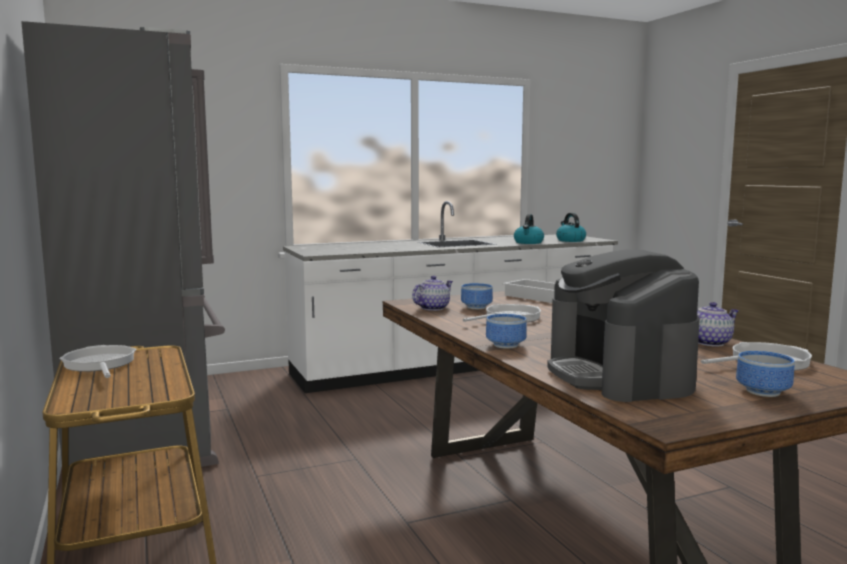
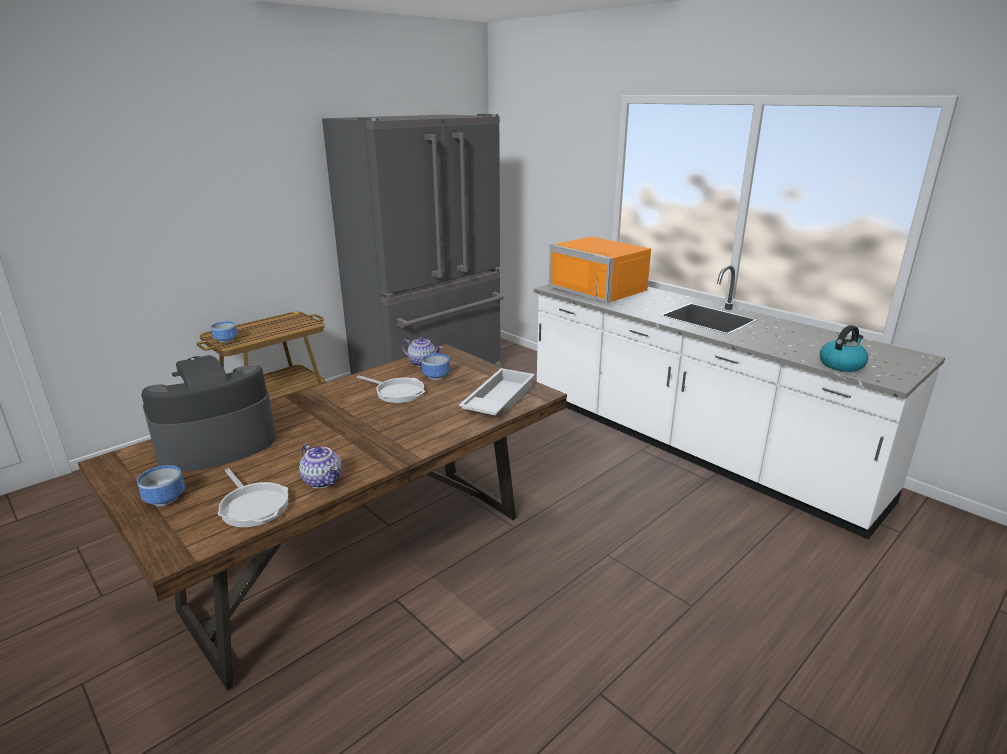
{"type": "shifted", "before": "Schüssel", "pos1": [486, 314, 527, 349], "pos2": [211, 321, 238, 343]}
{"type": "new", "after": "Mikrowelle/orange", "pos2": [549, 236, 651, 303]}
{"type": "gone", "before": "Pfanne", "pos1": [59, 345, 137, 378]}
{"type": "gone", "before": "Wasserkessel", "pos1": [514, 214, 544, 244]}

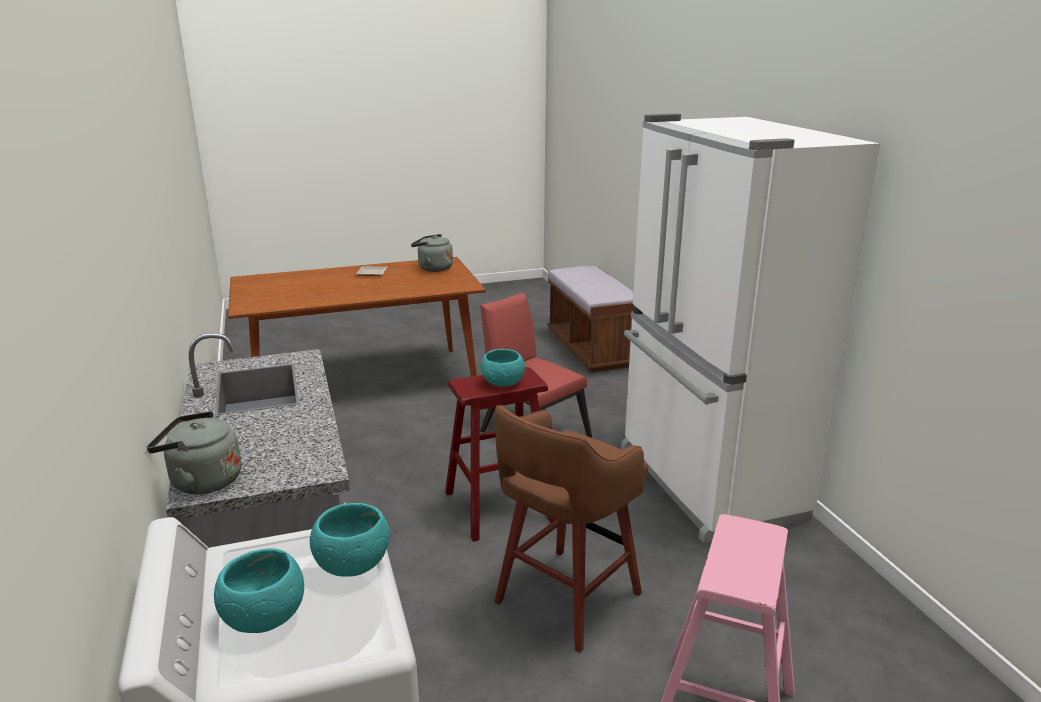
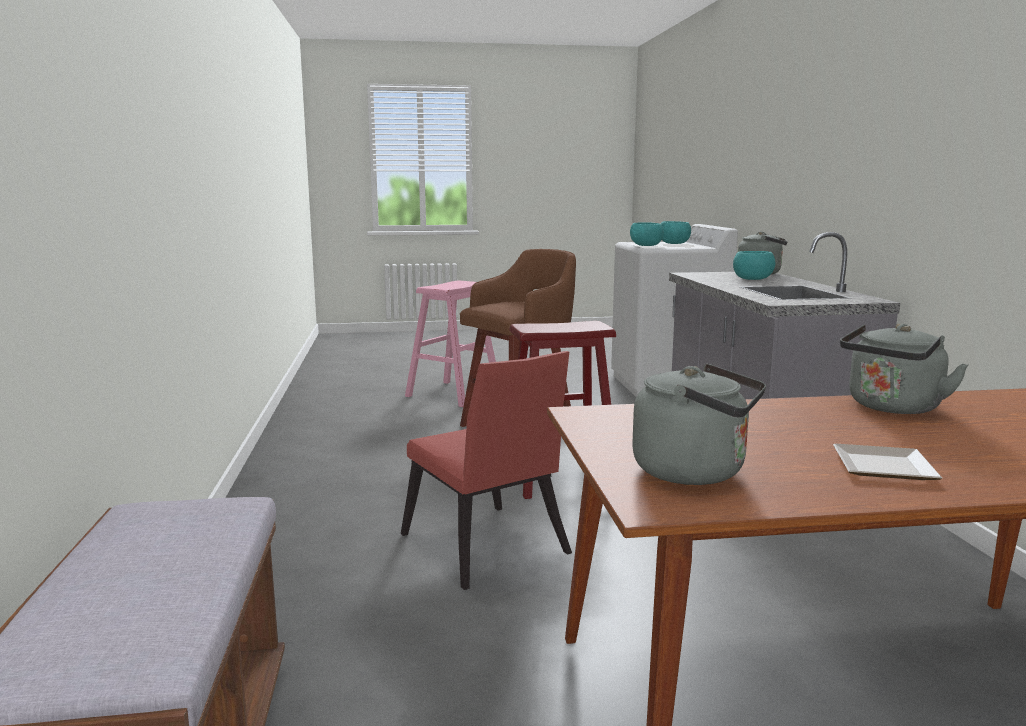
{"type": "shifted", "before": "Schüssel/türkis", "pos1": [481, 349, 525, 387], "pos2": [733, 251, 775, 280]}
{"type": "new", "after": "Wasserkessel/grau", "pos2": [840, 324, 968, 414]}
{"type": "gone", "before": "Kühlschrank/weiß", "pos1": [621, 113, 880, 543]}

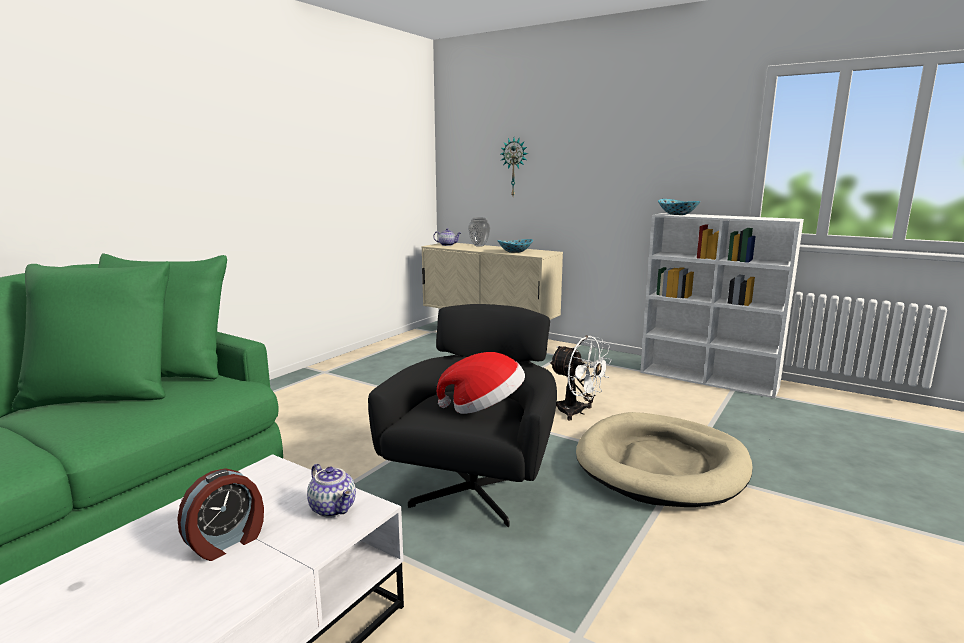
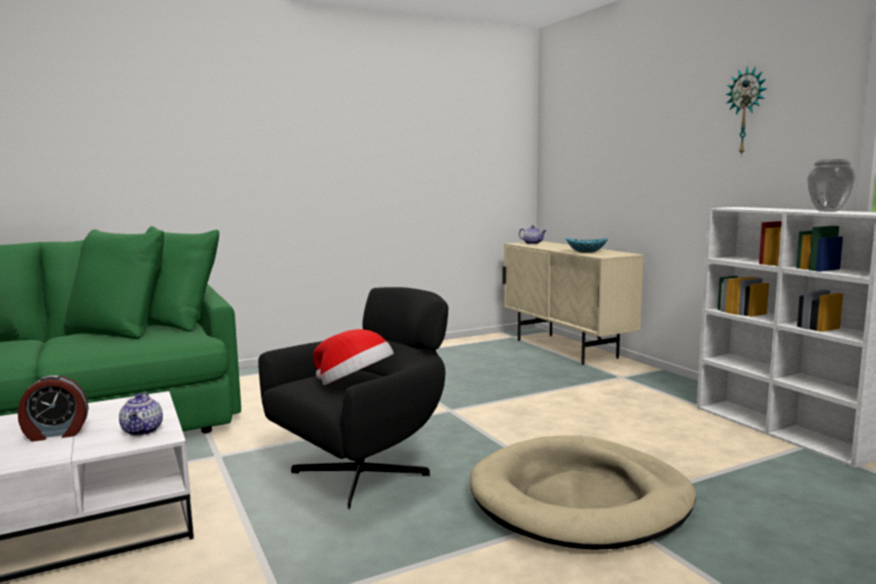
{"type": "shifted", "before": "Wanduhr", "pos1": [501, 137, 528, 196], "pos2": [725, 66, 767, 156]}
{"type": "shifted", "before": "Vase", "pos1": [468, 218, 490, 247], "pos2": [807, 159, 855, 212]}
{"type": "gone", "before": "Ventilator/weiß", "pos1": [549, 336, 612, 420]}
{"type": "gone", "before": "Schüssel", "pos1": [658, 199, 700, 215]}

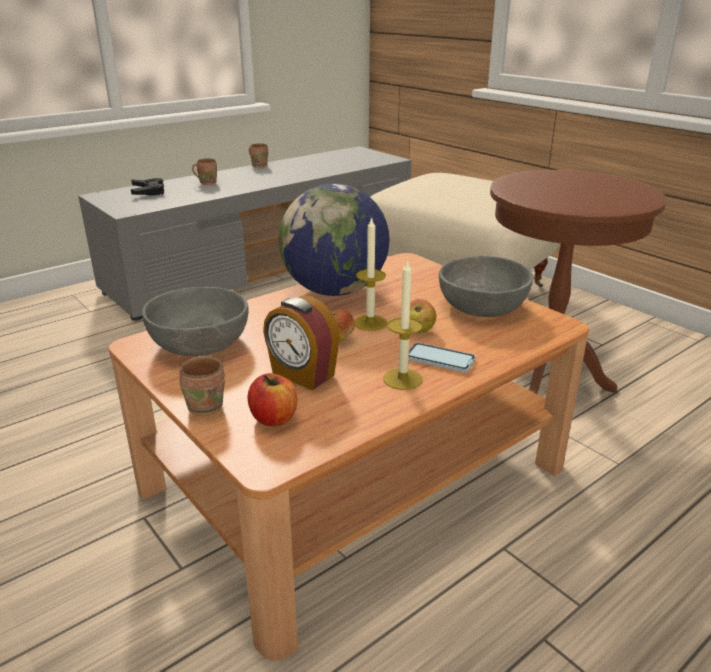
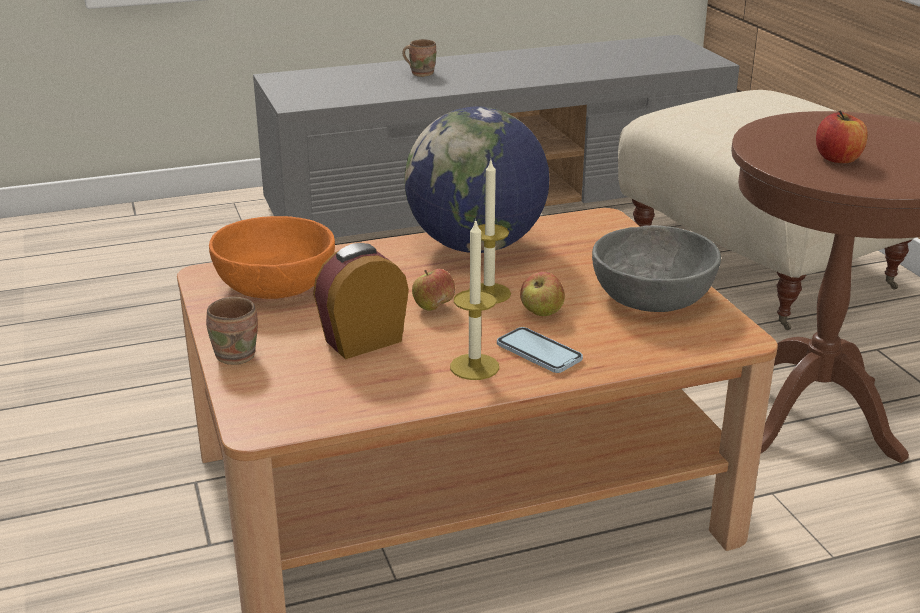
{"type": "repainted", "before": "Schüssel/grau", "after": "Schüssel/orange", "pos1": [142, 287, 248, 356], "pos2": [209, 216, 335, 299]}
{"type": "rotated", "before": "Wecker", "pos1": [263, 296, 340, 390], "pos2": [313, 243, 409, 359], "turn": 90}
{"type": "shifted", "before": "Apfel", "pos1": [247, 373, 297, 426], "pos2": [816, 111, 868, 163]}
{"type": "gone", "before": "Gamepad/schwarz", "pos1": [131, 178, 164, 196]}
{"type": "gone", "before": "Henkelbecher/braun", "pos1": [249, 143, 268, 168]}

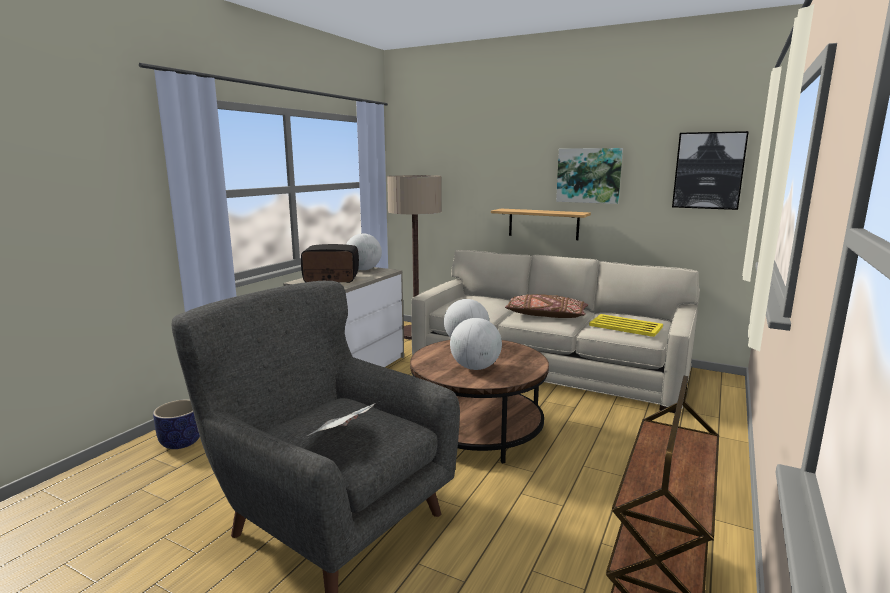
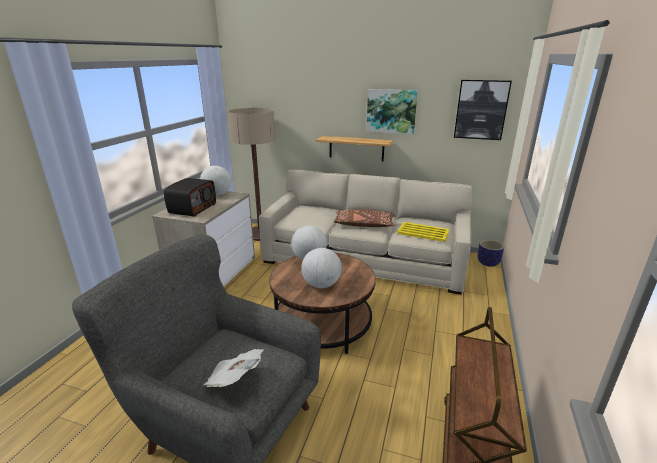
{"type": "rotated", "before": "Radio", "pos1": [301, 244, 359, 283], "pos2": [164, 178, 216, 217], "turn": 120}
{"type": "shifted", "before": "Pflanzkübel", "pos1": [153, 399, 200, 449], "pos2": [477, 240, 504, 267]}

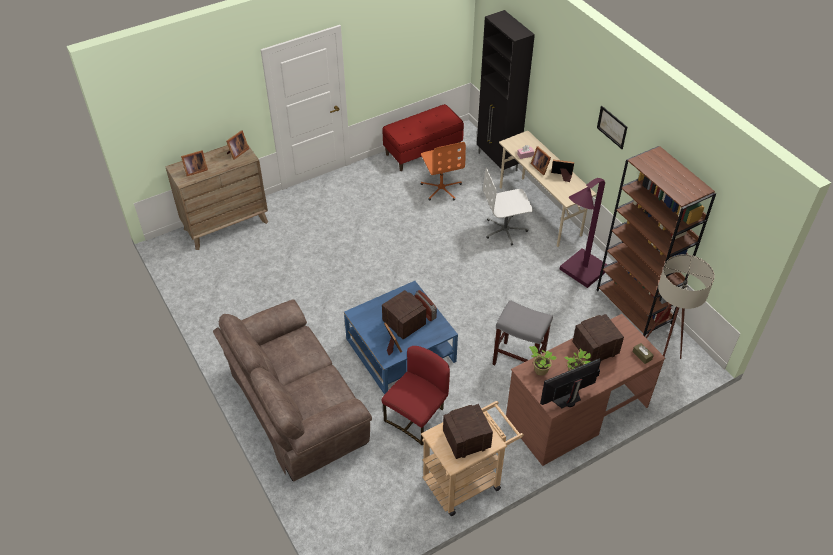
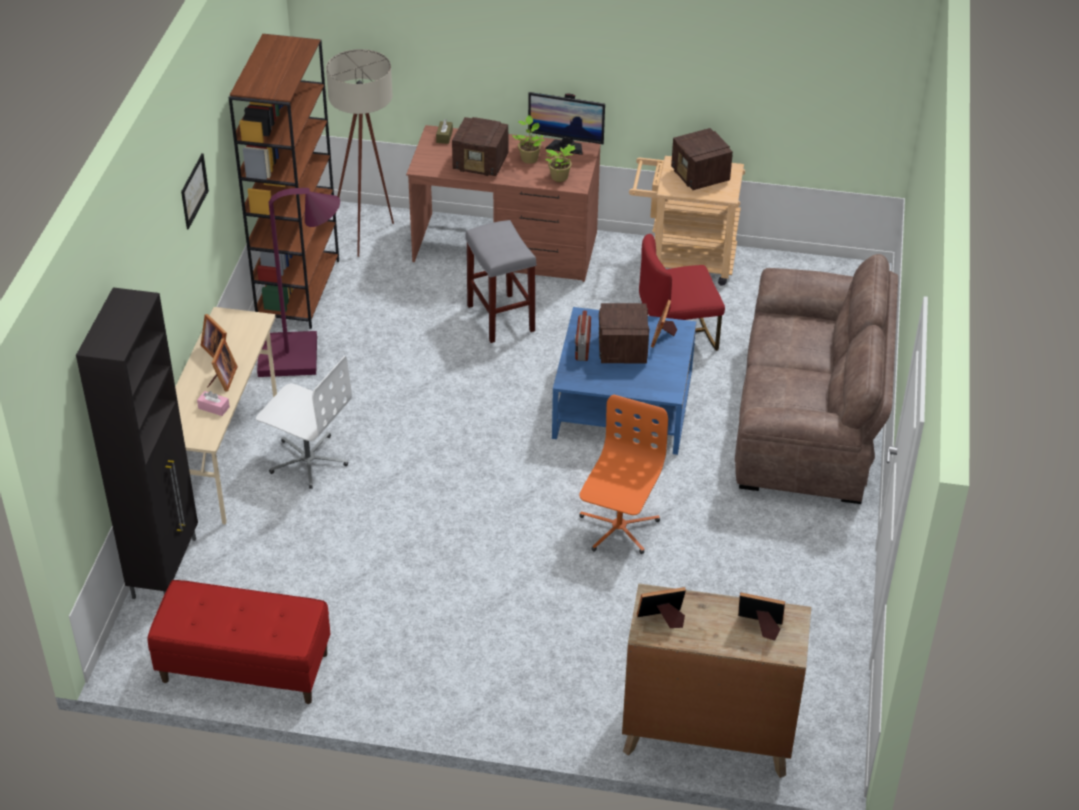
{"type": "shifted", "before": "Bürostuhl/orange", "pos1": [421, 142, 466, 201], "pos2": [579, 395, 668, 554]}
{"type": "rotated", "before": "Radio", "pos1": [443, 404, 493, 459], "pos2": [671, 128, 733, 190], "turn": 45}

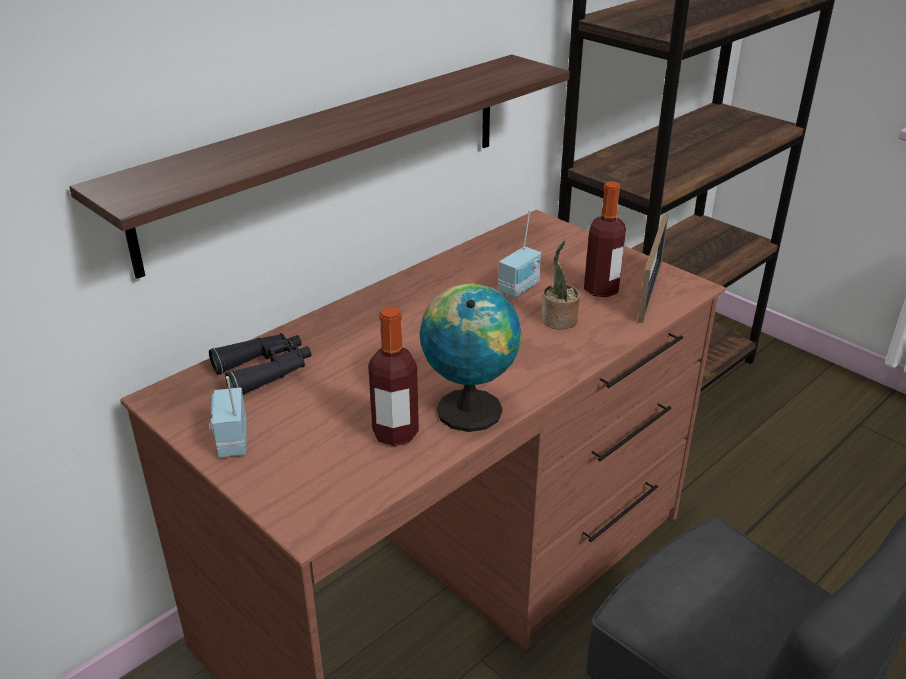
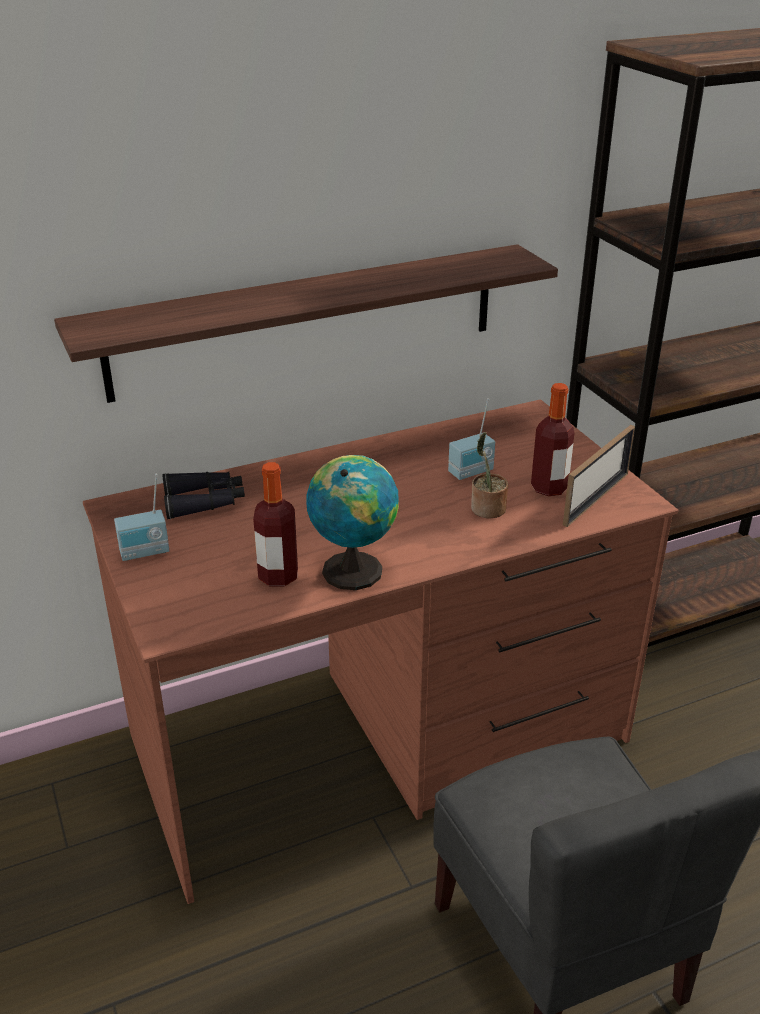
{"type": "rotated", "before": "Radio", "pos1": [209, 376, 247, 457], "pos2": [114, 474, 169, 561], "turn": -120}

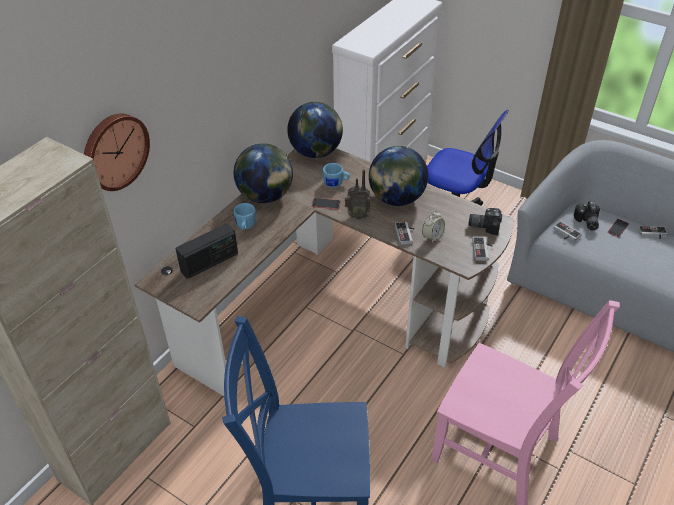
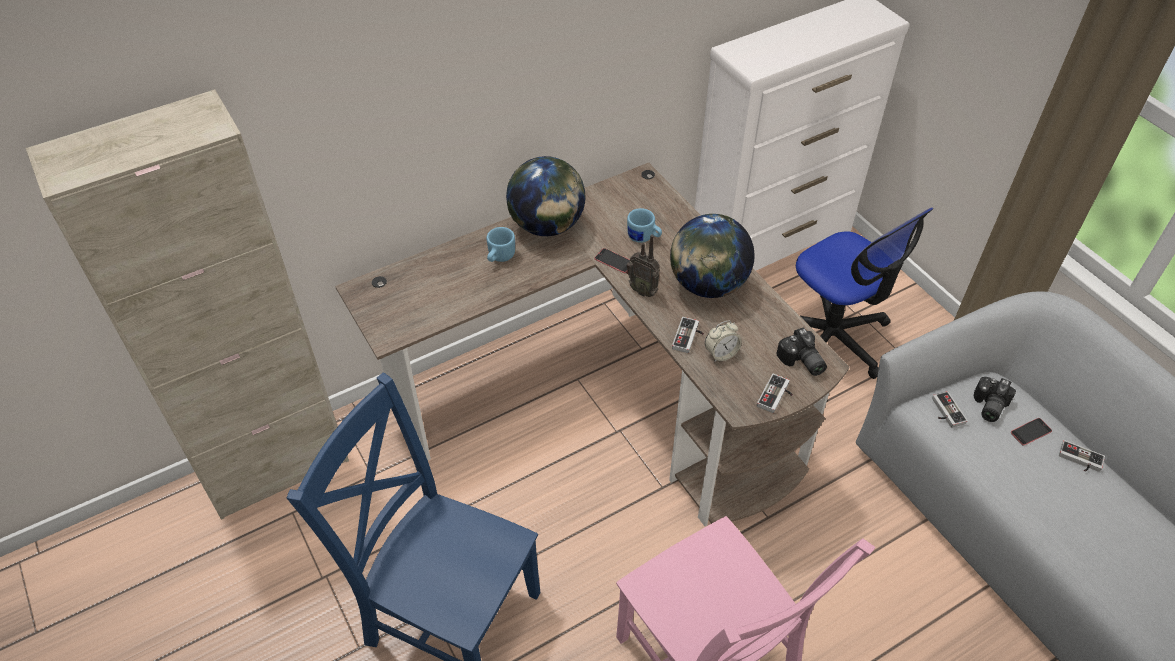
{"type": "rotated", "before": "Kamera", "pos1": [468, 208, 502, 235], "pos2": [776, 327, 827, 376], "turn": -150}
{"type": "gone", "before": "Wanduhr", "pos1": [84, 113, 150, 191]}
{"type": "gone", "before": "Radio", "pos1": [176, 224, 238, 279]}
{"type": "gone", "before": "Globus", "pos1": [287, 102, 343, 158]}

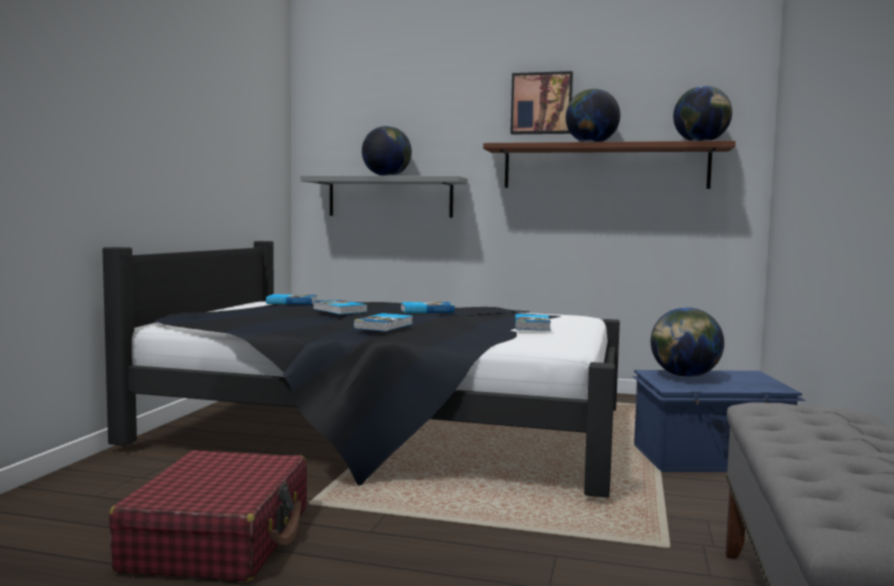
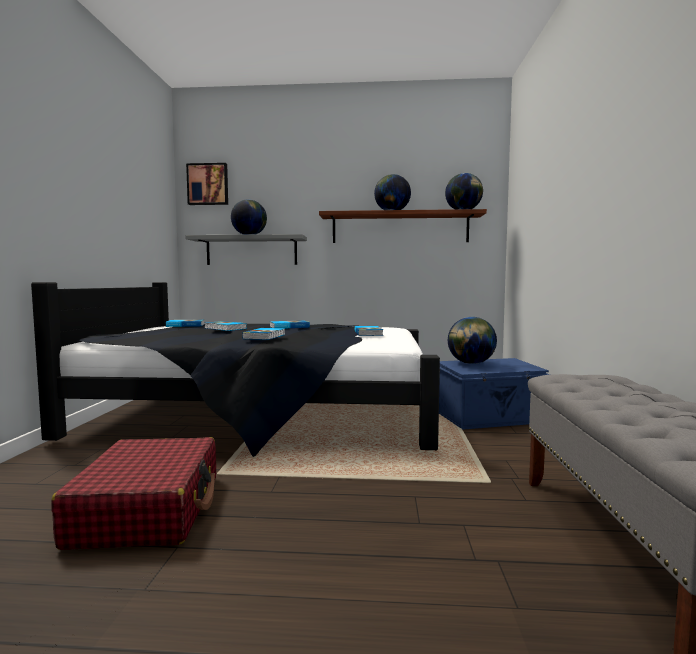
{"type": "shifted", "before": "Bild", "pos1": [510, 71, 573, 134], "pos2": [186, 163, 228, 205]}

